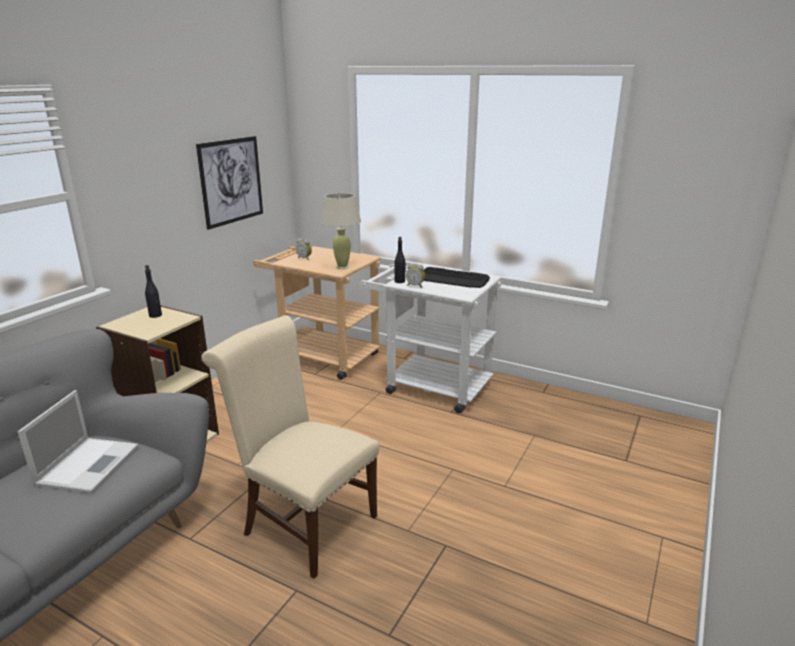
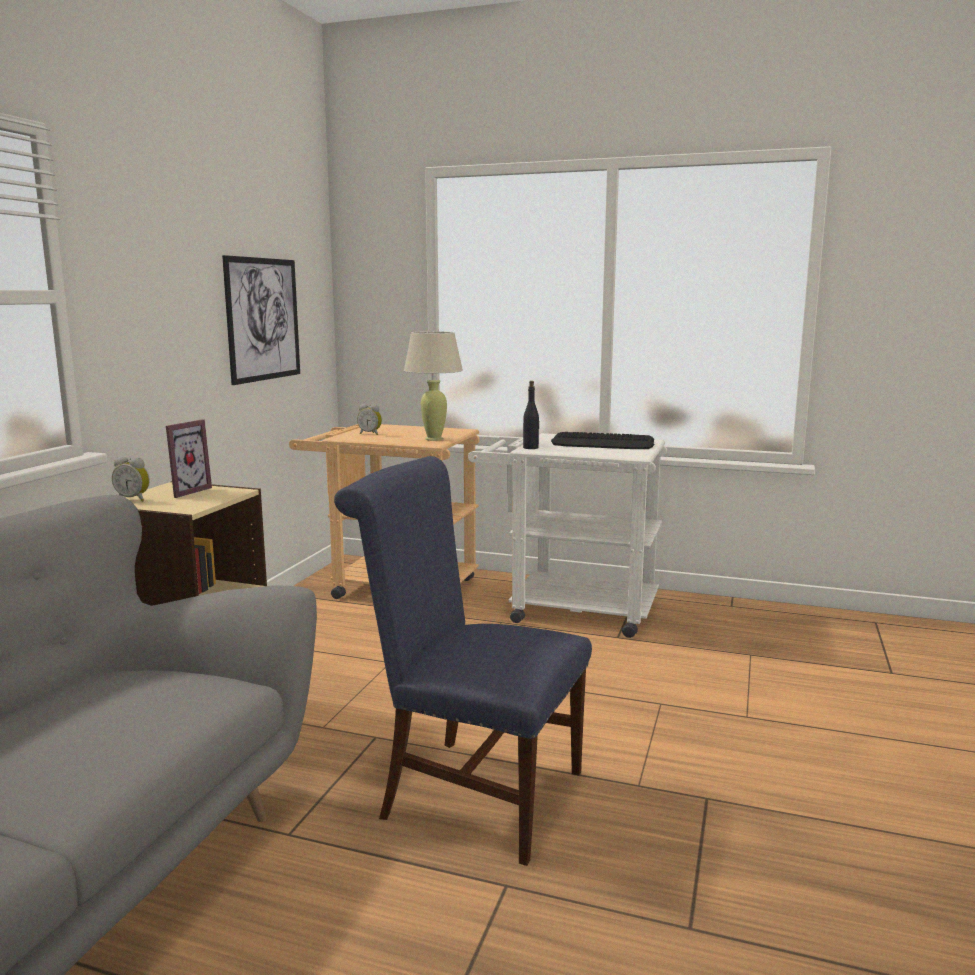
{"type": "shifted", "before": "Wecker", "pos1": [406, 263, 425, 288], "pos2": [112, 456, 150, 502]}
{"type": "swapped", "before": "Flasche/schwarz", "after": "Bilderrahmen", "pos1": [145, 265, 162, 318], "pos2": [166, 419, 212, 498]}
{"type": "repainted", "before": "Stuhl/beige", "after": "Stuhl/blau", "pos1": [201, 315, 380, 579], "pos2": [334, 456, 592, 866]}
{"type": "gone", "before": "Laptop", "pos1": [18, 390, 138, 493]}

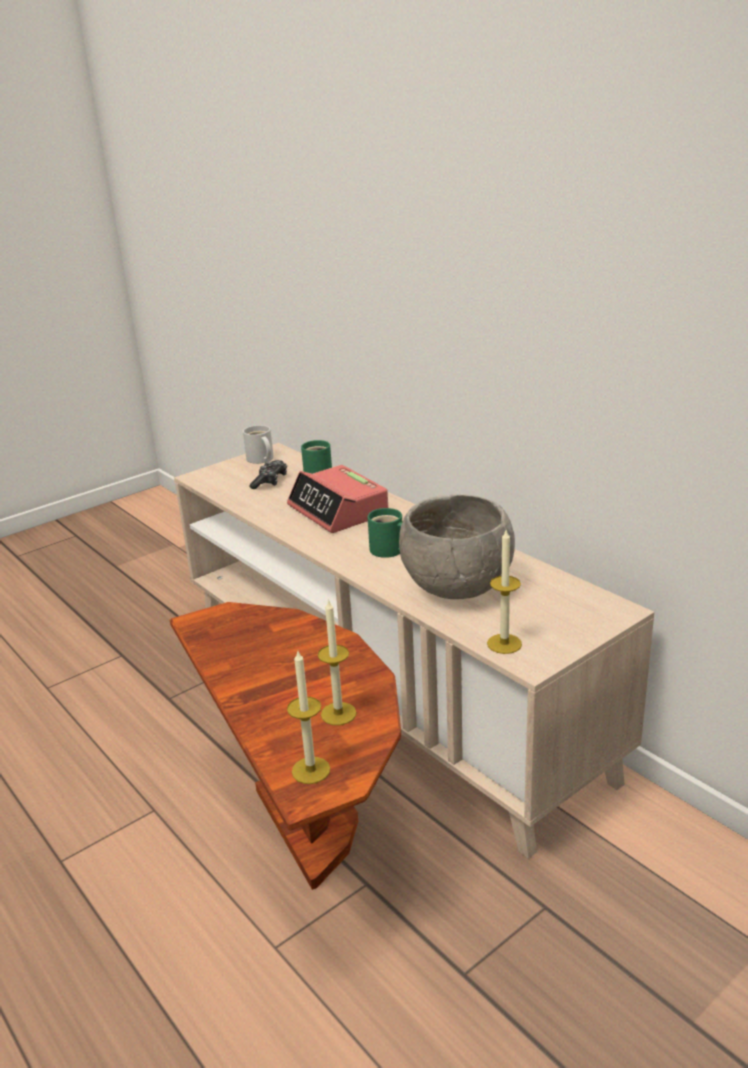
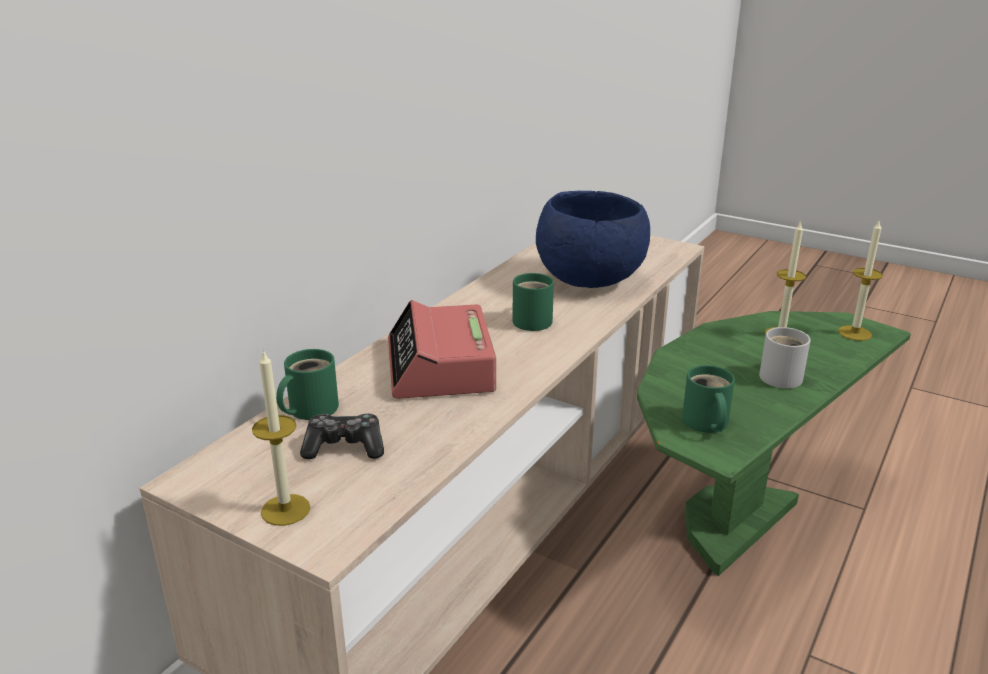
{"type": "shifted", "before": "Kerze", "pos1": [487, 530, 522, 654], "pos2": [252, 349, 310, 526]}
{"type": "rotated", "before": "Wecker", "pos1": [287, 465, 388, 533], "pos2": [388, 300, 496, 399], "turn": 135}
{"type": "repainted", "before": "Schüssel/grau", "after": "Schüssel/blau", "pos1": [399, 494, 515, 599], "pos2": [536, 190, 650, 288]}
{"type": "repainted", "before": "Beistelltisch/braun", "after": "Beistelltisch/grün", "pos1": [170, 602, 401, 890], "pos2": [637, 311, 911, 576]}
{"type": "new", "after": "Henkelbecher/grün", "pos2": [682, 365, 735, 433]}
{"type": "shifted", "before": "Henkelbecher/weiß", "pos1": [243, 425, 274, 464], "pos2": [759, 327, 811, 389]}

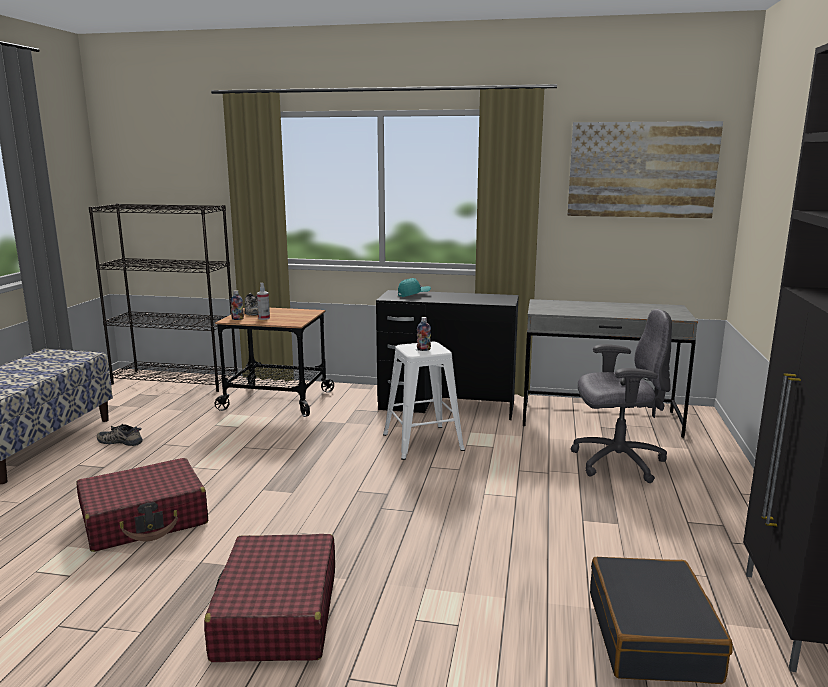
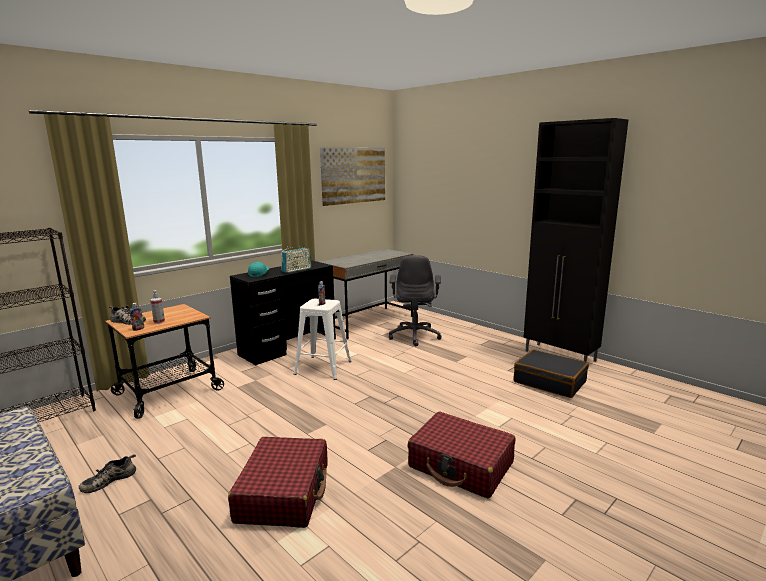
{"type": "new", "after": "Radio", "pos2": [281, 246, 312, 273]}
{"type": "rotated", "before": "Bürostuhl/grau", "pos1": [571, 309, 672, 483], "pos2": [389, 255, 442, 346], "turn": 150}

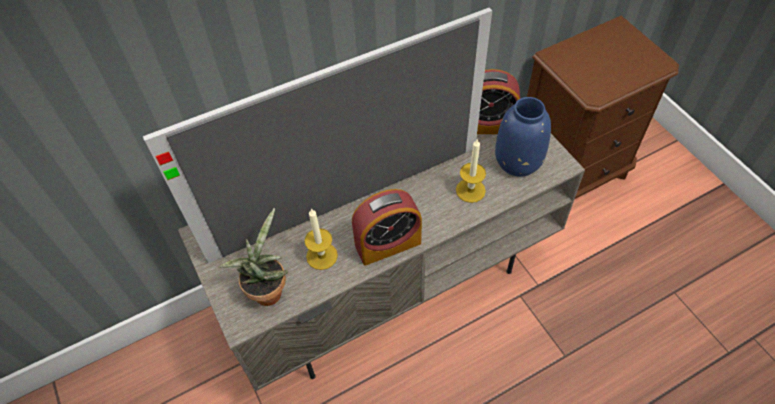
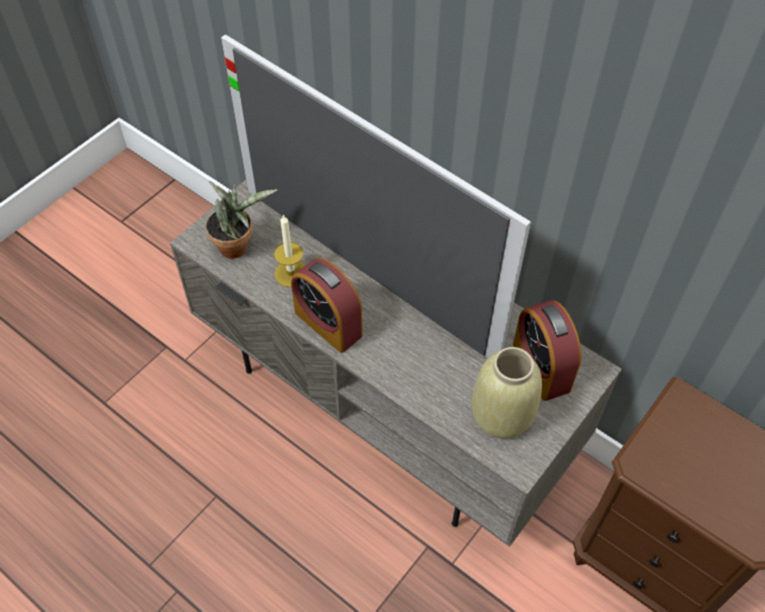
{"type": "repainted", "before": "Vase/blau", "after": "Vase/beige", "pos1": [495, 97, 551, 177], "pos2": [472, 347, 542, 438]}
{"type": "gone", "before": "Kerze", "pos1": [456, 138, 486, 203]}

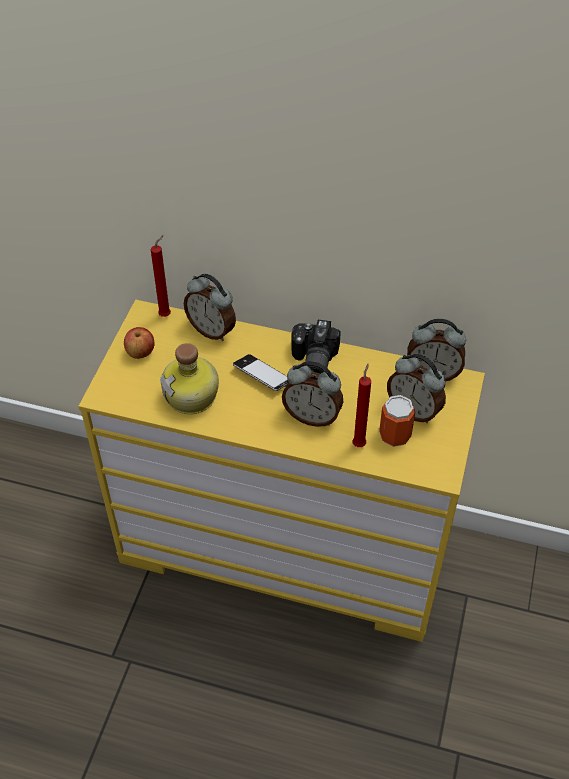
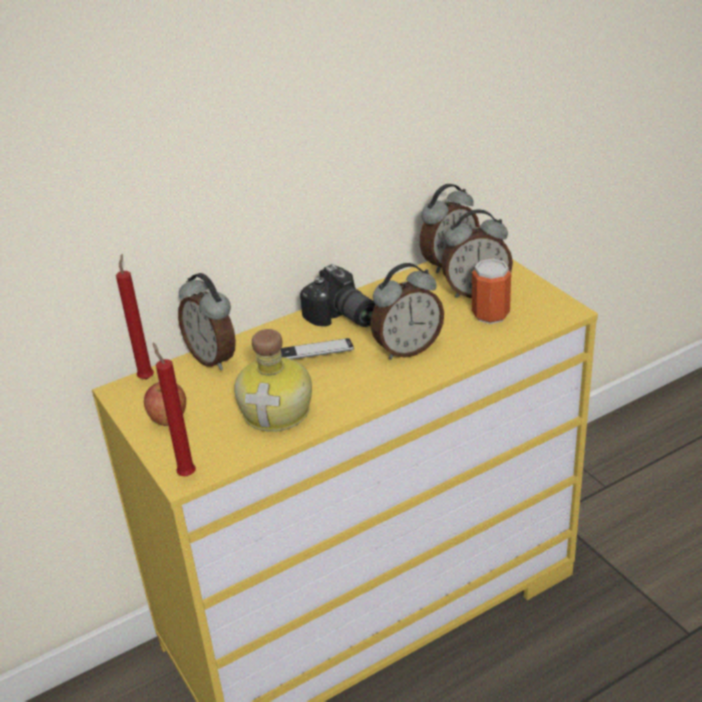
{"type": "shifted", "before": "Kerze/rot", "pos1": [353, 364, 371, 447], "pos2": [153, 343, 196, 476]}
{"type": "rotated", "before": "Wecker", "pos1": [184, 274, 236, 341], "pos2": [178, 273, 236, 370], "turn": 60}

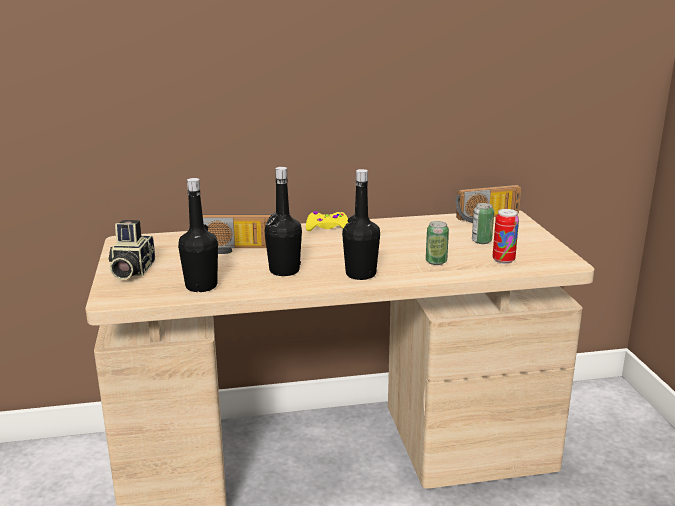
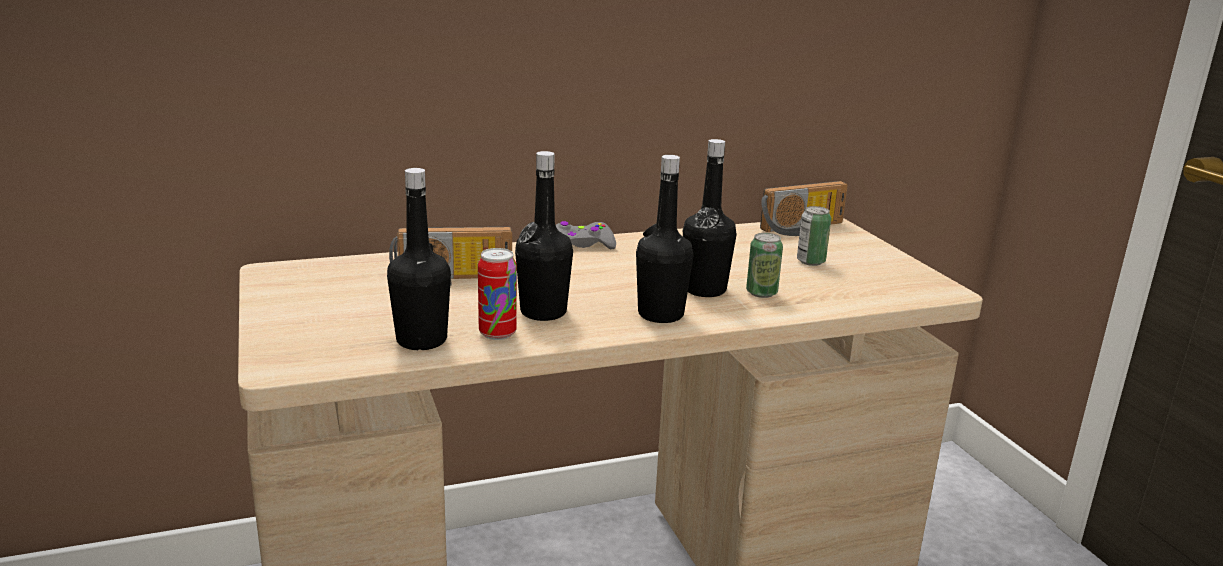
{"type": "shifted", "before": "Dose", "pos1": [493, 209, 519, 264], "pos2": [478, 248, 517, 340]}
{"type": "repainted", "before": "Gamepad/gelb", "after": "Gamepad/grau", "pos1": [306, 211, 348, 231], "pos2": [556, 221, 616, 249]}
{"type": "new", "after": "Flasche/schwarz", "pos2": [683, 139, 737, 297]}
{"type": "gone", "before": "Kamera", "pos1": [109, 220, 155, 280]}

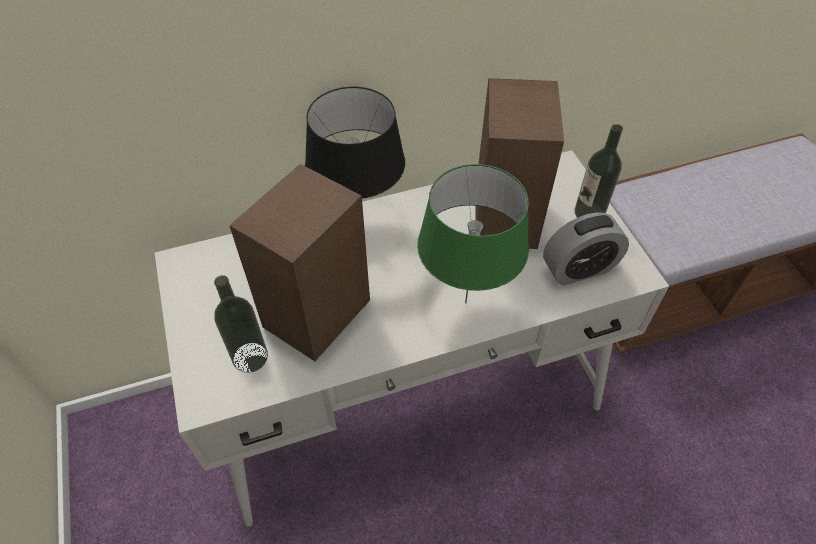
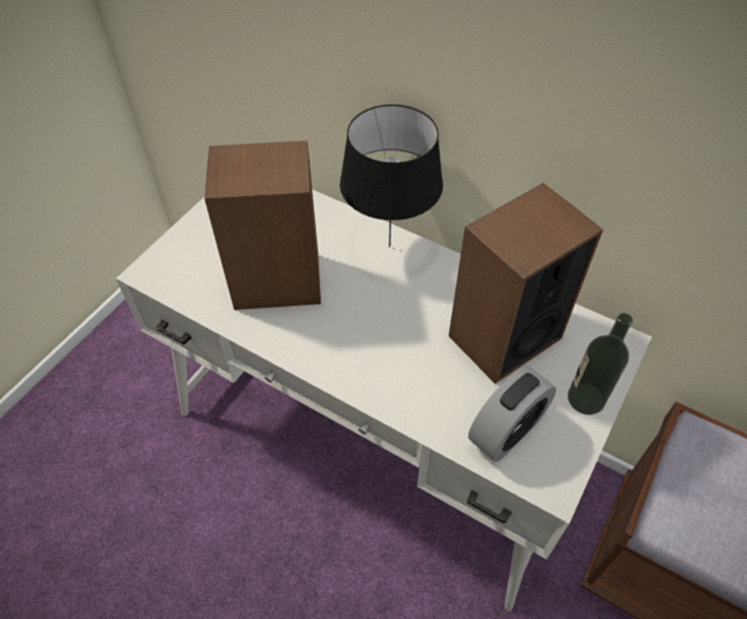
{"type": "rotated", "before": "Wecker", "pos1": [543, 212, 629, 285], "pos2": [468, 366, 556, 462], "turn": -75}
{"type": "gone", "before": "Flasche", "pos1": [214, 275, 268, 373]}
{"type": "gone", "before": "Tischlampe/grün", "pos1": [417, 164, 529, 303]}

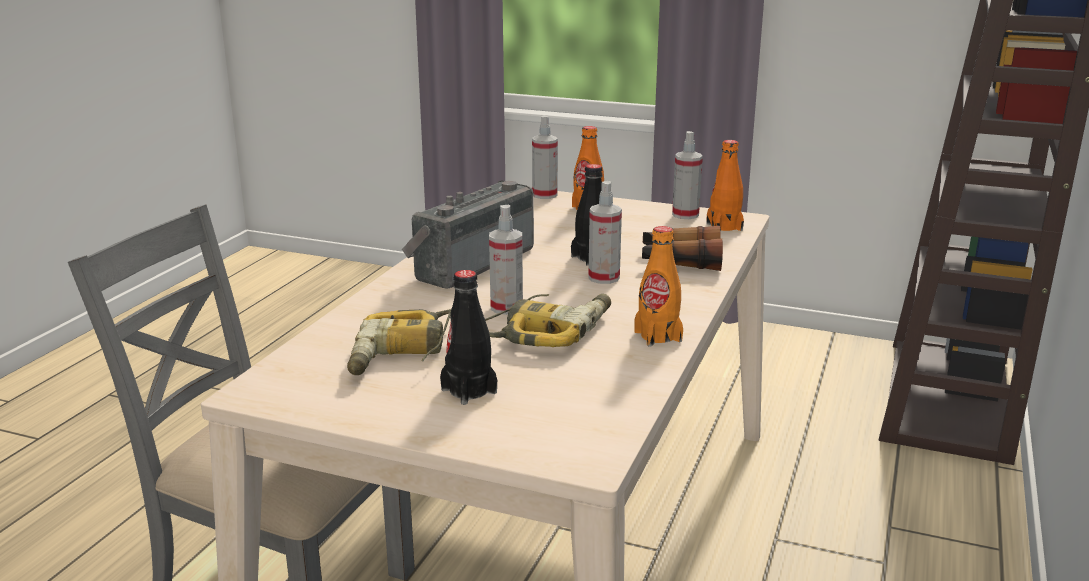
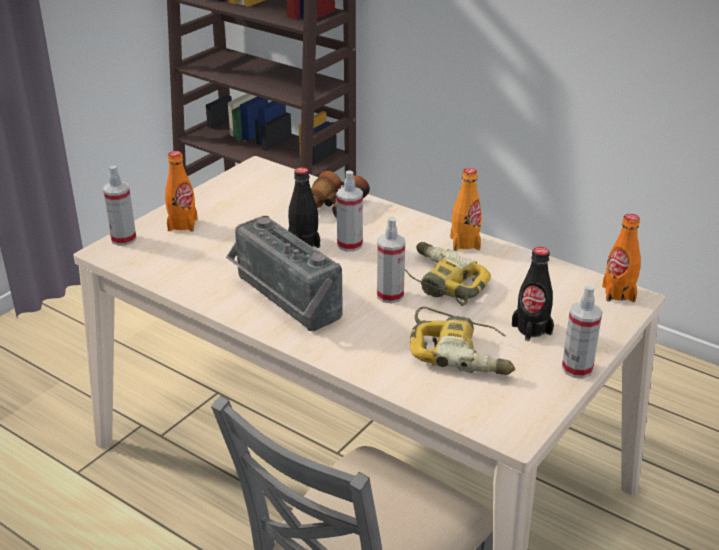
{"type": "shifted", "before": "Sprühflasche", "pos1": [672, 131, 703, 219], "pos2": [562, 285, 602, 378]}
{"type": "shifted", "before": "Flasche/orange", "pos1": [706, 140, 744, 231], "pos2": [602, 214, 641, 302]}

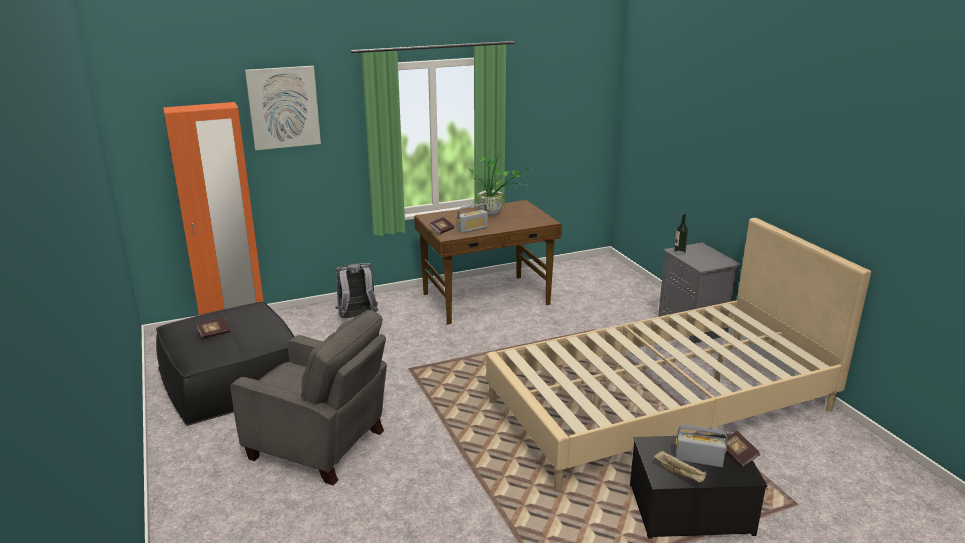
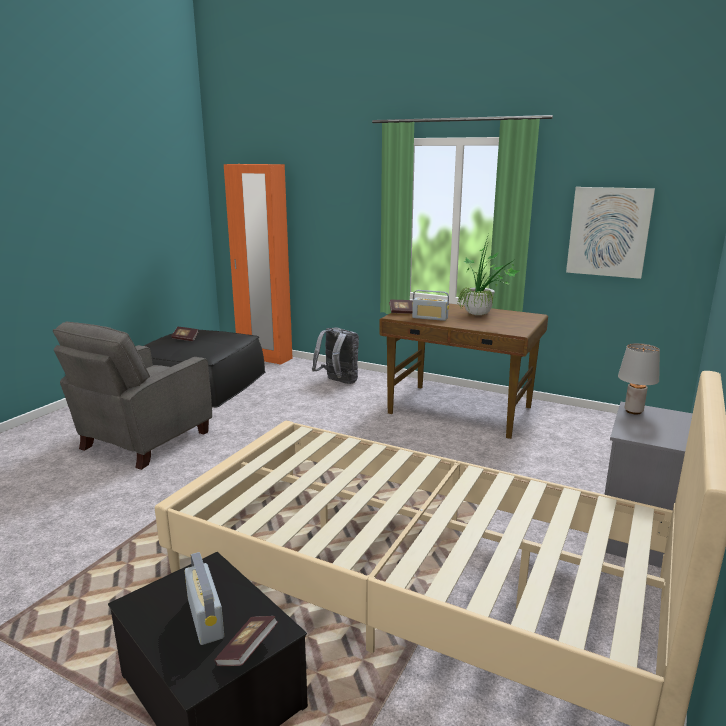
{"type": "rotated", "before": "Sessel/grau", "pos1": [230, 310, 387, 486], "pos2": [53, 322, 212, 470], "turn": 45}
{"type": "shifted", "before": "Bild", "pos1": [245, 66, 321, 150], "pos2": [566, 187, 655, 279]}
{"type": "swapped", "before": "Flasche", "after": "Tischlampe/grau", "pos1": [674, 214, 688, 255], "pos2": [618, 343, 660, 414]}
{"type": "gone", "before": "Tablett/beige", "pos1": [654, 451, 707, 483]}

